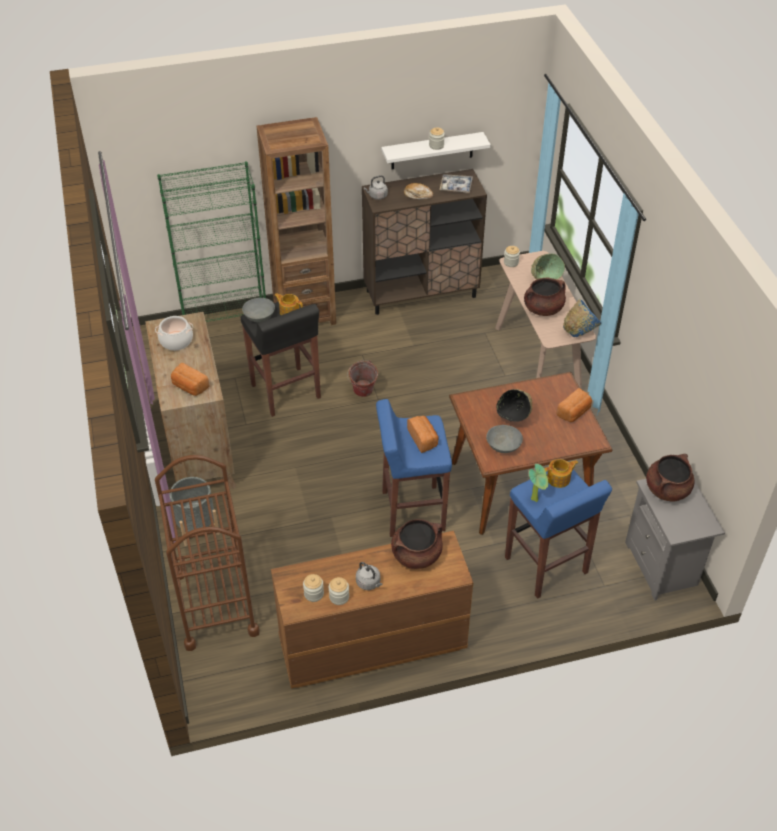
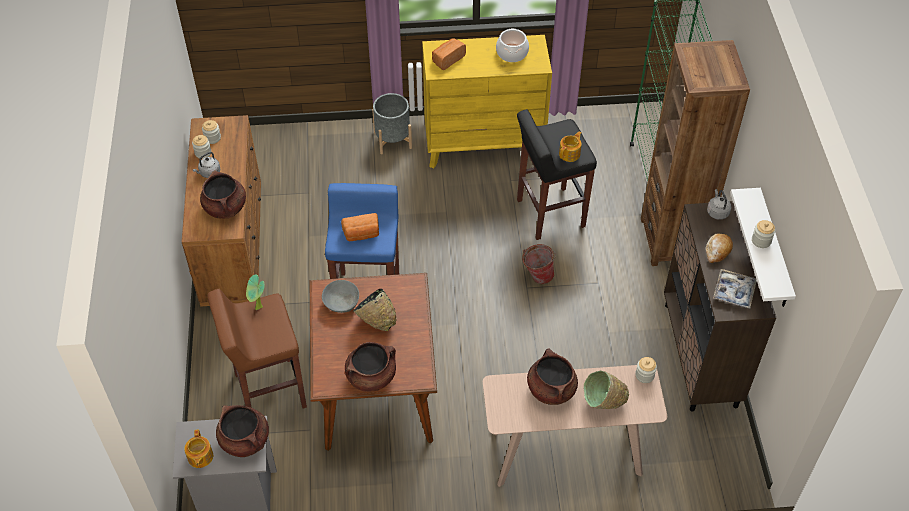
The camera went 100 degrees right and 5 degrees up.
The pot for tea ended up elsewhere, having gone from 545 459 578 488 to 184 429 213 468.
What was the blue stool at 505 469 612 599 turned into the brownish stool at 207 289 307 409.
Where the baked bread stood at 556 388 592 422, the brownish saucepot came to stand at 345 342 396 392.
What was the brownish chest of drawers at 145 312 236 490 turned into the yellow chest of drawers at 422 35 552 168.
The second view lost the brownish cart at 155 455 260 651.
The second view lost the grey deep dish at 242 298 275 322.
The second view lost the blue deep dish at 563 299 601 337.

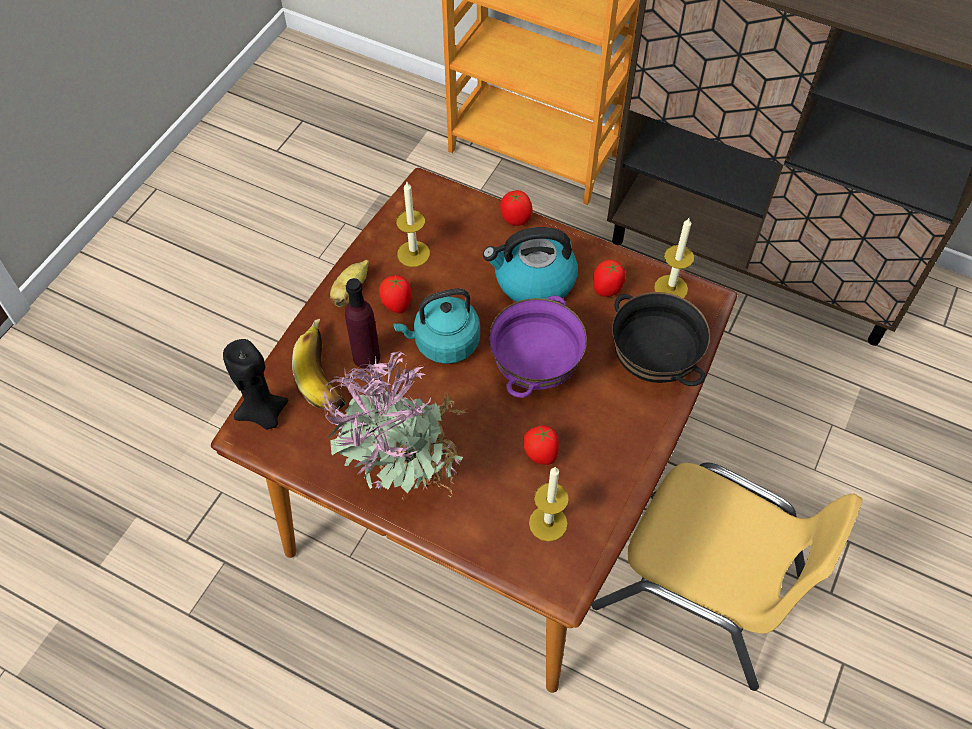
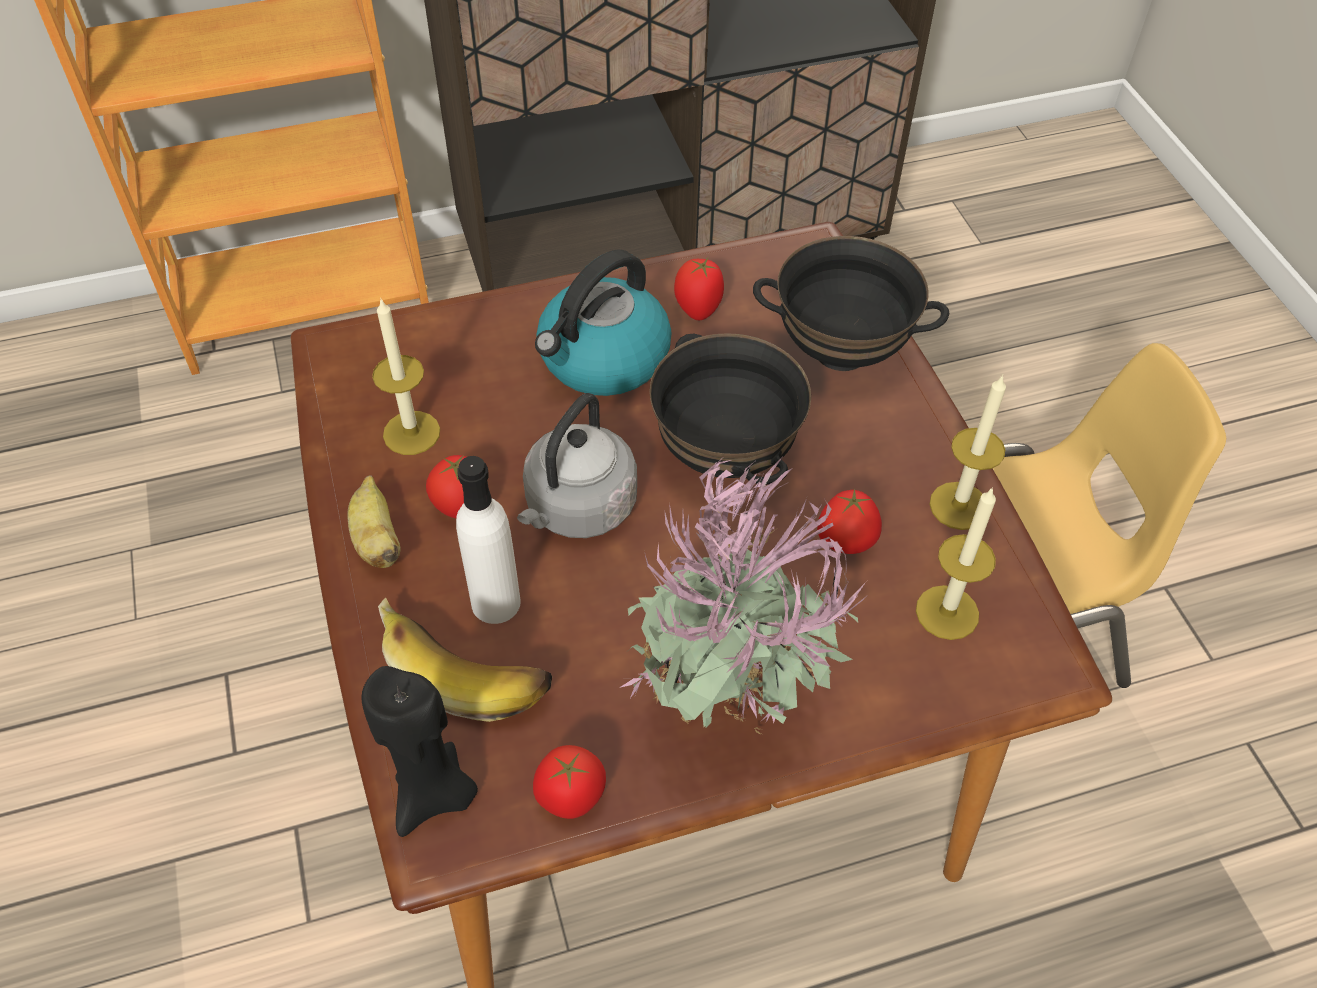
The camera went 45 degrees left and 5 degrees down.
What was the purplish drink bottle at 345 278 380 369 turned into the white drink bottle at 456 456 521 624.
What was the turquoise tea kettle at 393 288 480 364 turned into the grey tea kettle at 517 393 637 538.
The tomato ended up elsewhere, having gone from 500 190 533 226 to 533 745 606 819.
What was the purplish deep dish at 489 296 587 398 turned into the black-coloured deep dish at 650 333 811 485.
The wax candle ended up elsewhere, having gone from 654 218 694 298 to 929 375 1006 530.

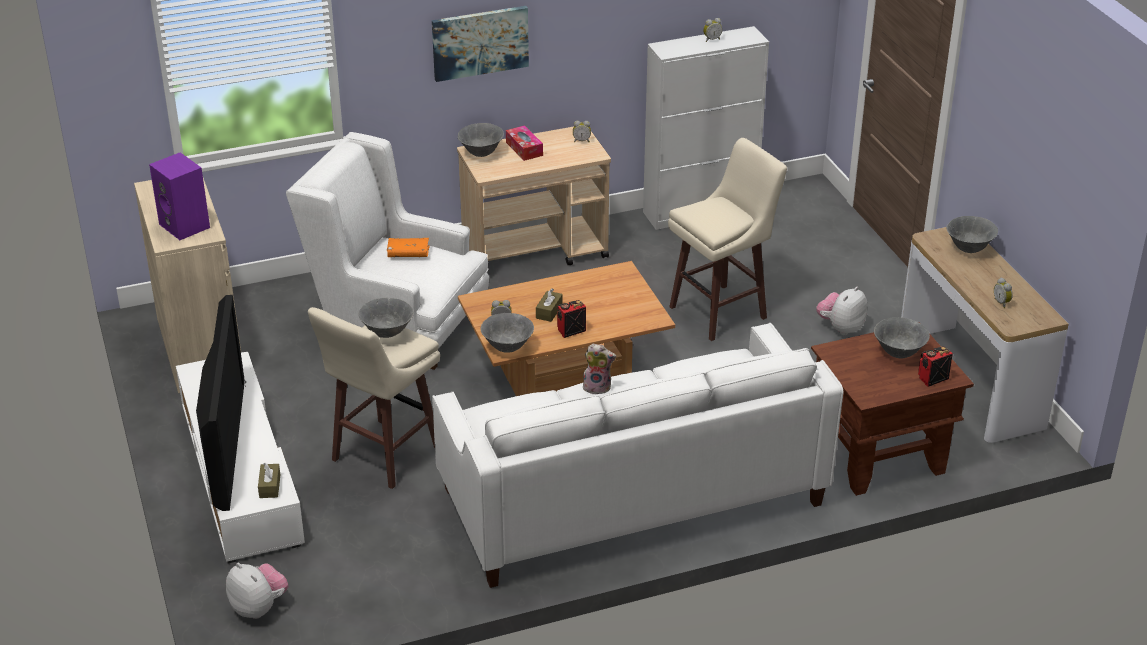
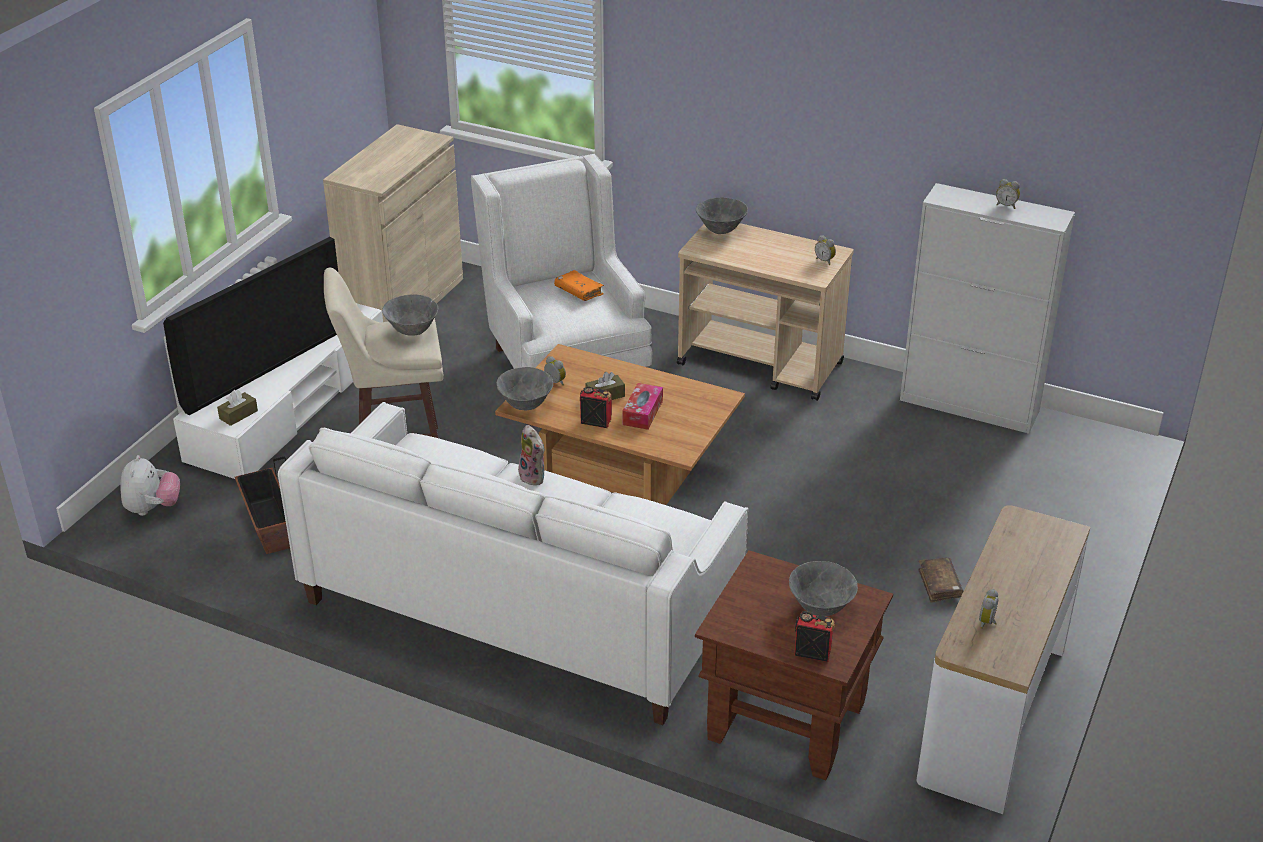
The camera went 45 degrees right and 0 degrees up.
The second view gained the plant pot at 235 457 290 554.
The tissue box ended up elsewhere, having gone from 506 125 543 161 to 622 383 663 430.
Where the cuddly toy stood at 816 287 868 335, the brownish book came to stand at 918 557 964 603.
The second view lost the purplish speaker at 149 152 210 240.
The second view lost the wall picture at 432 6 529 82.
The second view lost the beige-coloured stool at 668 138 787 341.
The second view lost the grey deep dish at 946 216 998 253.

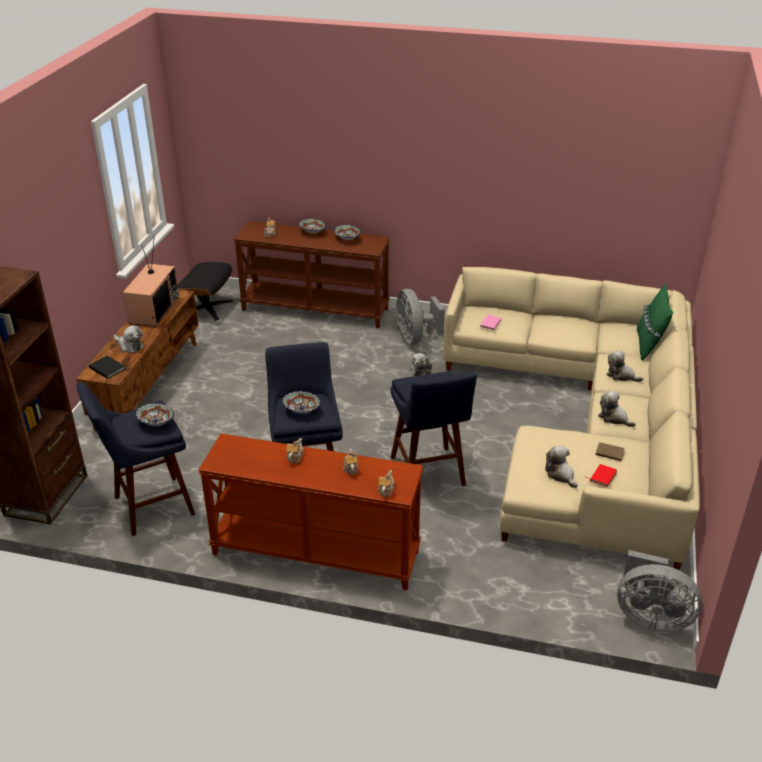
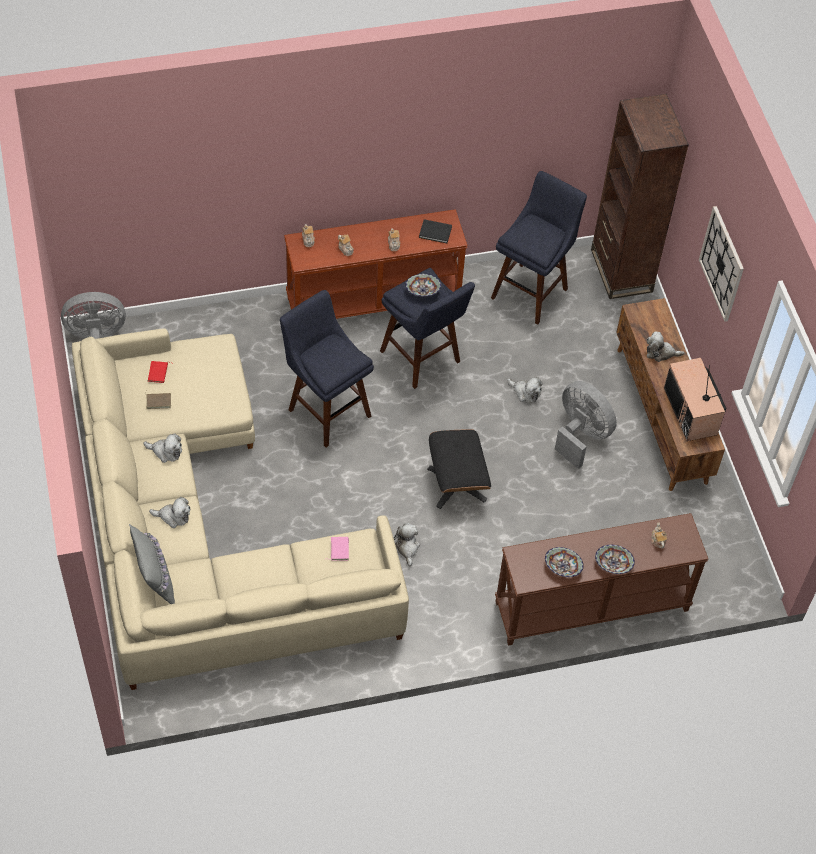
The camera went 150 degrees right and 20 degrees up.
What was the greenish throw pillow at 637 284 673 361 turned into the grey throw pillow at 129 524 175 604.
The black-coloured book ended up elsewhere, having gone from 89 356 125 379 to 419 219 452 243.
The black-coloured pouffe ended up elsewhere, having gone from 177 262 233 321 to 427 429 491 509.
The cuddly toy ended up elsewhere, having gone from 545 446 578 488 to 507 377 542 403.
The grey electric fan ended up elsewhere, having gone from 396 289 445 344 to 555 381 617 469.
The second view gained the clock on the wall at 699 206 744 322.
The second view lost the deep dish at 135 403 174 426.

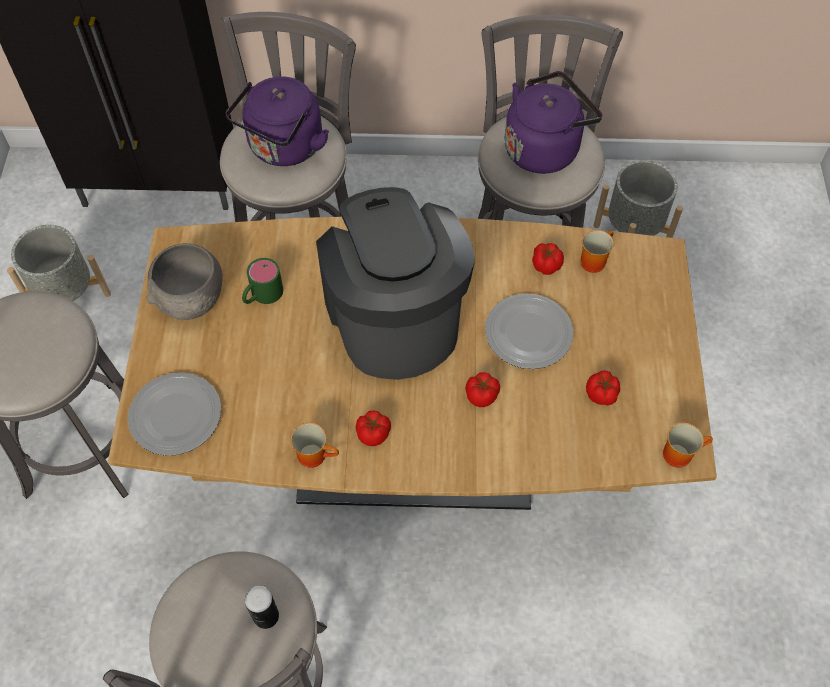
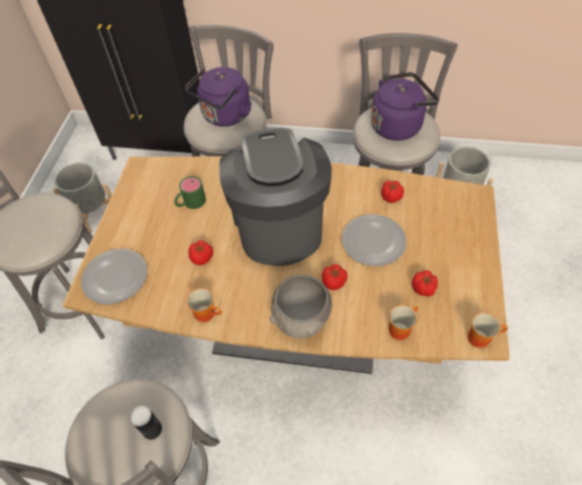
The camera went 10 degrees right and 5 degrees down.
The tomato ended up elsewhere, having gone from 355 410 391 446 to 188 240 213 265.
The grey deep dish ended up elsewhere, having gone from 146 243 223 320 to 270 275 332 338.
The mug ended up elsewhere, having gone from 580 230 614 273 to 389 305 418 340.

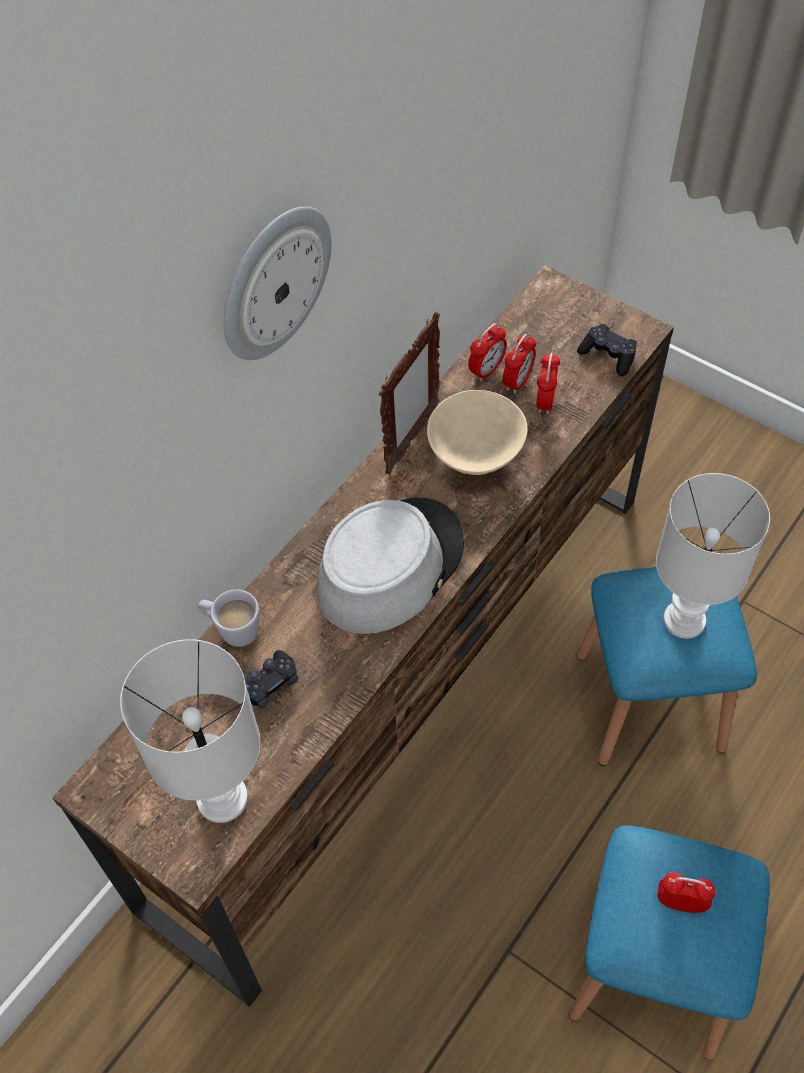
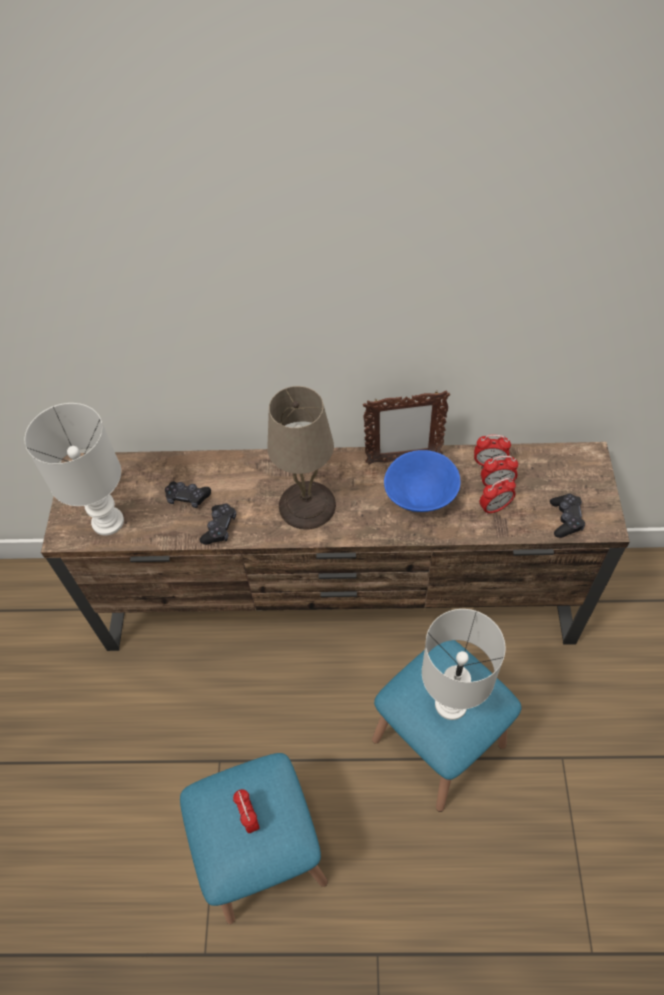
The camera went 55 degrees right and 0 degrees up.
The second view gained the black-coloured game controller at 200 503 236 545.
Where the grey wearable hat stood at 317 498 464 634, the beige-coloured tabletop lamp came to stand at 267 386 336 530.
What was the beige-coloured deep dish at 427 390 528 475 turned into the blue deep dish at 384 450 460 512.
The second view lost the white mug at 198 590 259 647.
The second view lost the clock on the wall at 224 206 331 360.

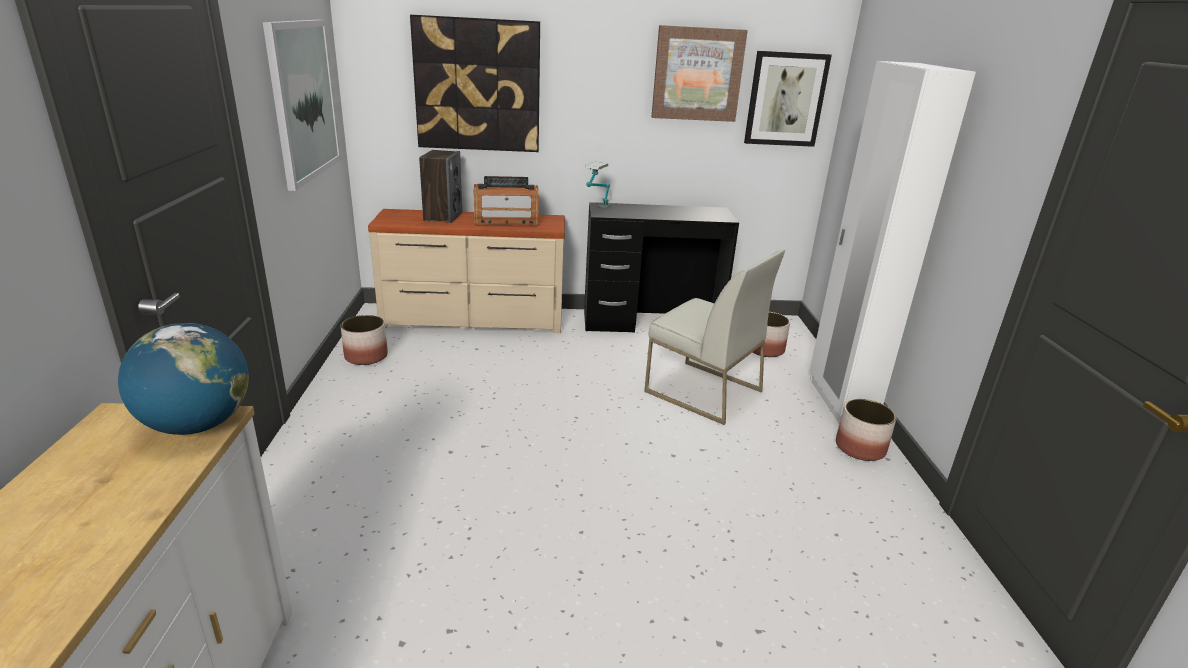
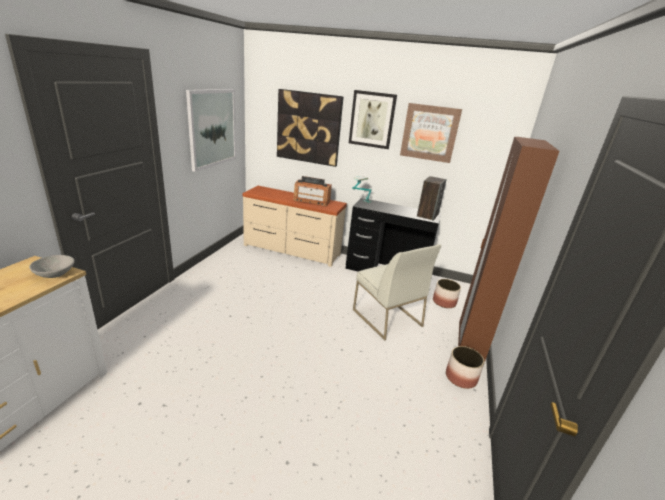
The camera went 20 degrees right and 0 degrees up.
Where the world globe stood at 118 323 249 435, the grey deep dish came to stand at 29 255 75 278.
The wall picture ended up elsewhere, having gone from 744 51 832 147 to 349 90 397 149.
The speaker ended up elsewhere, having gone from 419 150 462 223 to 417 176 447 221.
What was the white armoire at 810 61 976 424 turned into the brownish armoire at 458 137 559 363.
The second view lost the plant pot at 341 315 388 365.

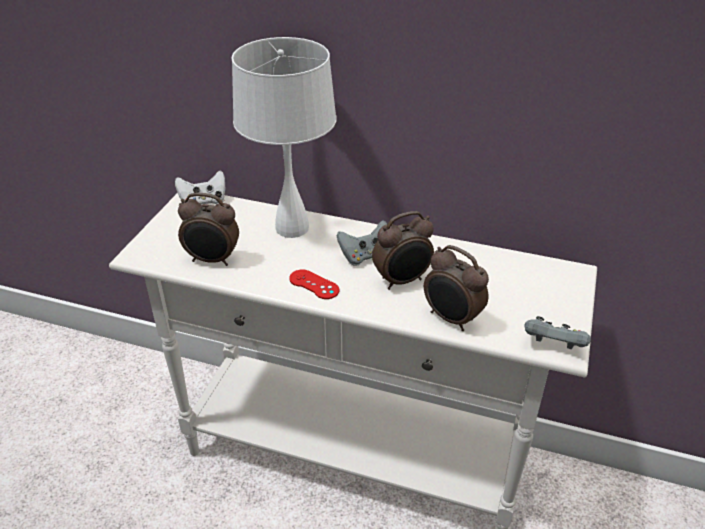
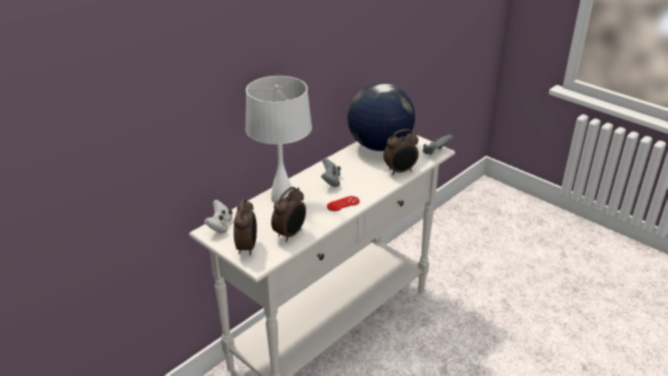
The camera went 65 degrees left and 5 degrees down.
The bedside clock ended up elsewhere, having gone from 372 211 434 290 to 234 198 257 256.
The second view gained the world globe at 347 83 415 151.

